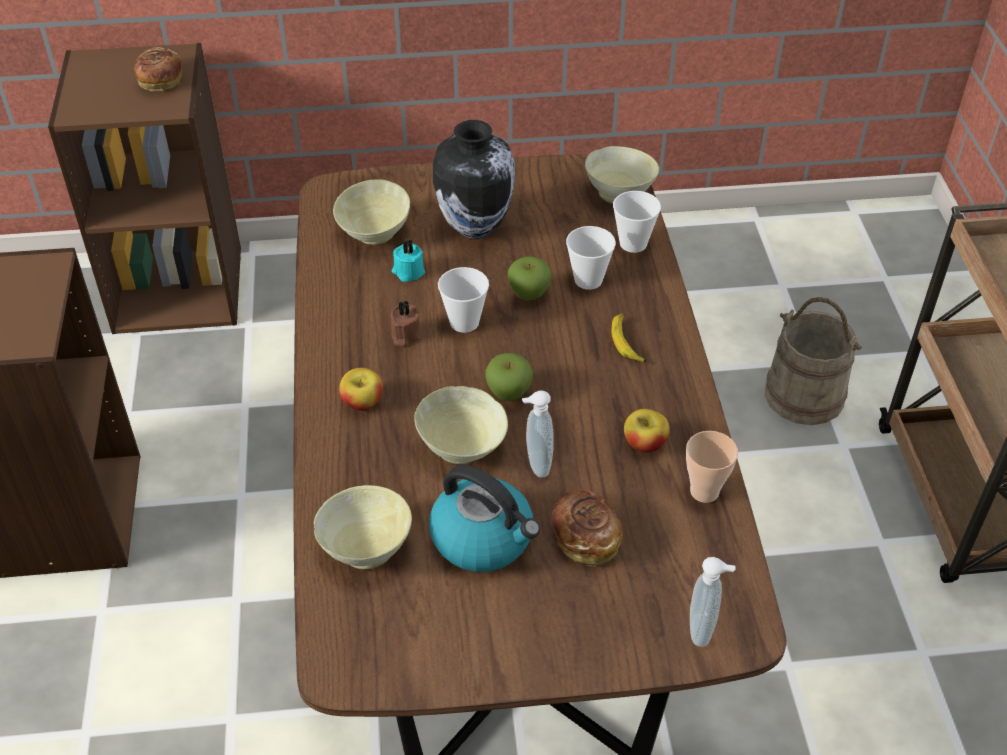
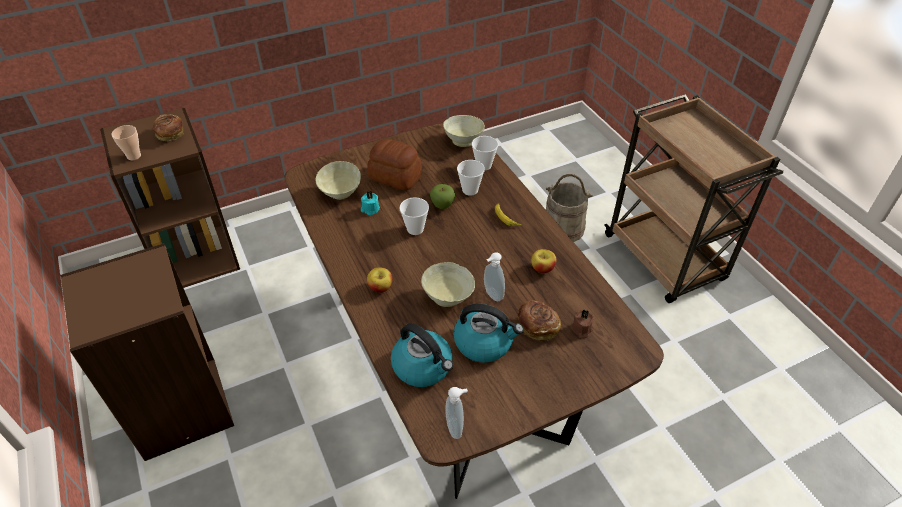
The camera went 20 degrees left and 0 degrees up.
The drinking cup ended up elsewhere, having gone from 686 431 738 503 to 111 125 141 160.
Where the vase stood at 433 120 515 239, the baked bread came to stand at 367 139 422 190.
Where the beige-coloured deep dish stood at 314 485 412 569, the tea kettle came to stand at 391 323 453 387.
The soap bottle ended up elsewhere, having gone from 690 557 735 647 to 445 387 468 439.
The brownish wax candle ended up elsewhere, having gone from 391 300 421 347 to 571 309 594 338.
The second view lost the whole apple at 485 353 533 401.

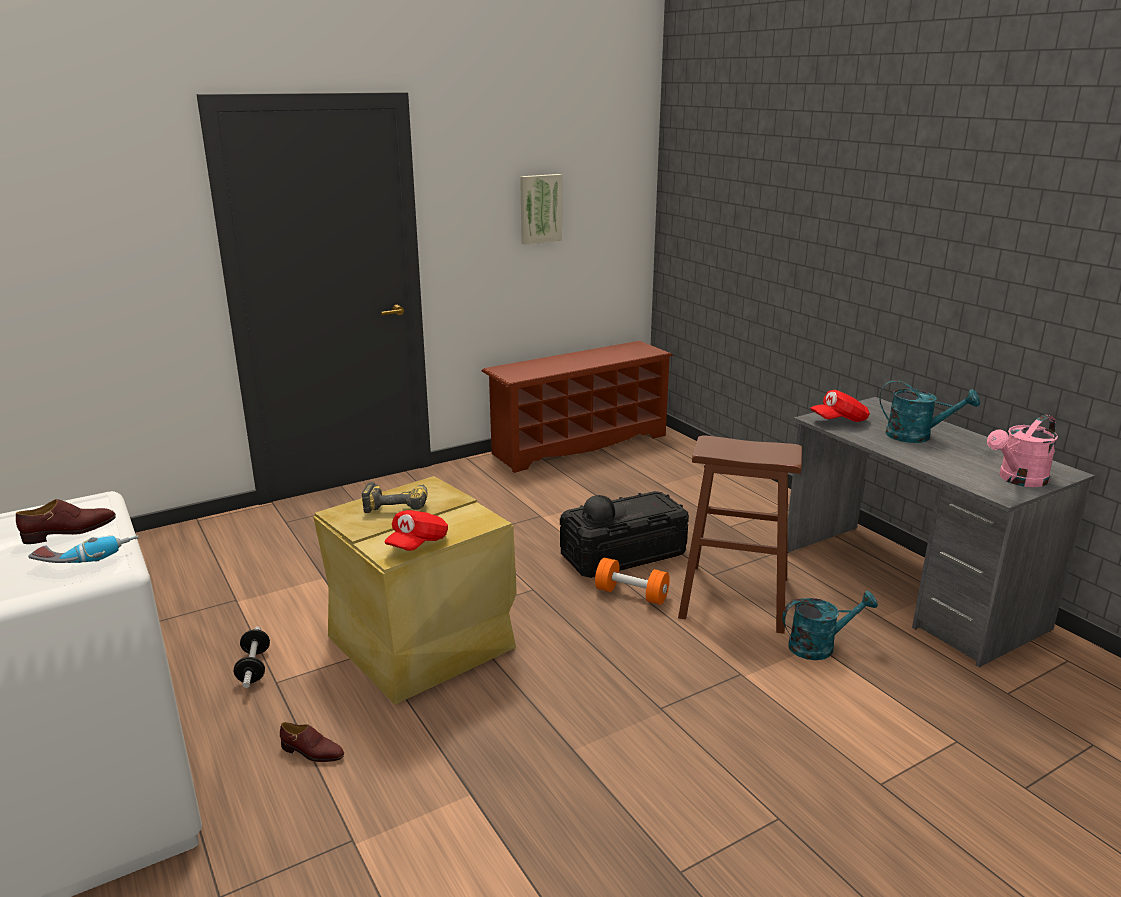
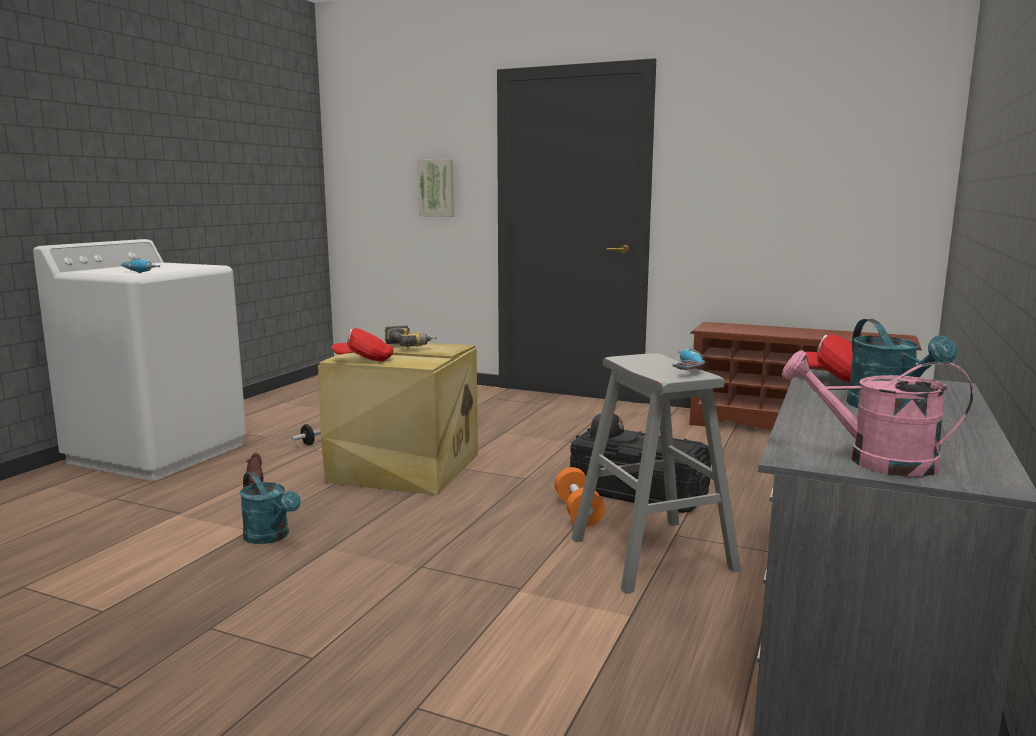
The camera went 55 degrees right and 10 degrees down.
The turquoise sprinkling can ended up elsewhere, having gone from 783 591 878 660 to 240 472 301 544.
The wall picture ended up elsewhere, having gone from 520 174 562 245 to 417 159 454 217.
What was the brownish stool at 678 435 802 634 turned into the grey stool at 571 353 741 593.
The second view gained the drill at 672 348 705 370.
The second view lost the brownish item of footwear at 16 499 116 544.

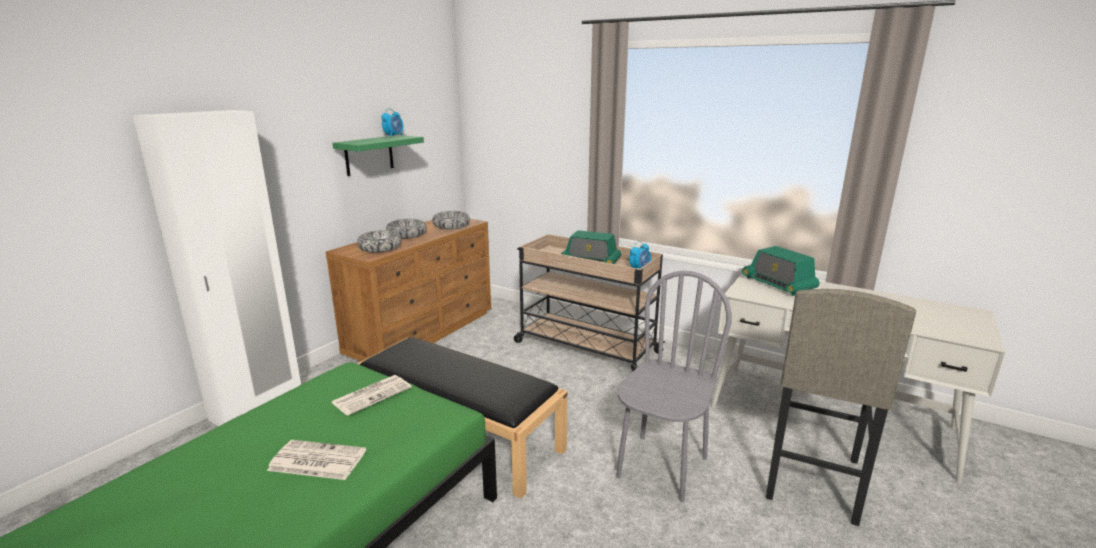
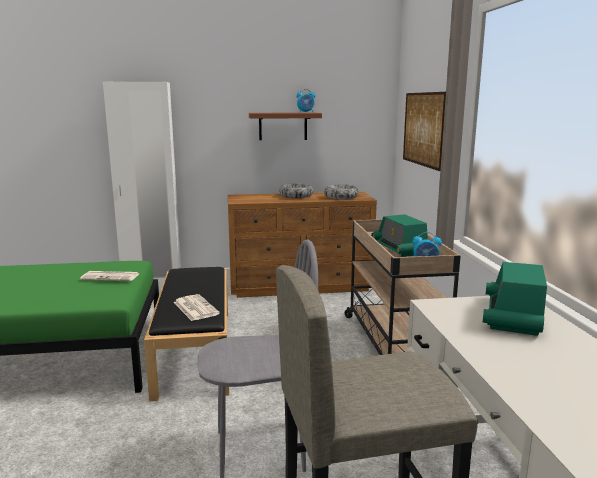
The camera went 50 degrees right and 5 degrees down.
The newspaper ended up elsewhere, having gone from 267 440 366 480 to 173 294 220 321.
What was the greenish wall shelf at 333 135 424 176 turned into the brownish wall shelf at 249 112 322 140.
The second view gained the wall picture at 403 92 446 171.
The second view lost the deep dish at 357 230 402 253.

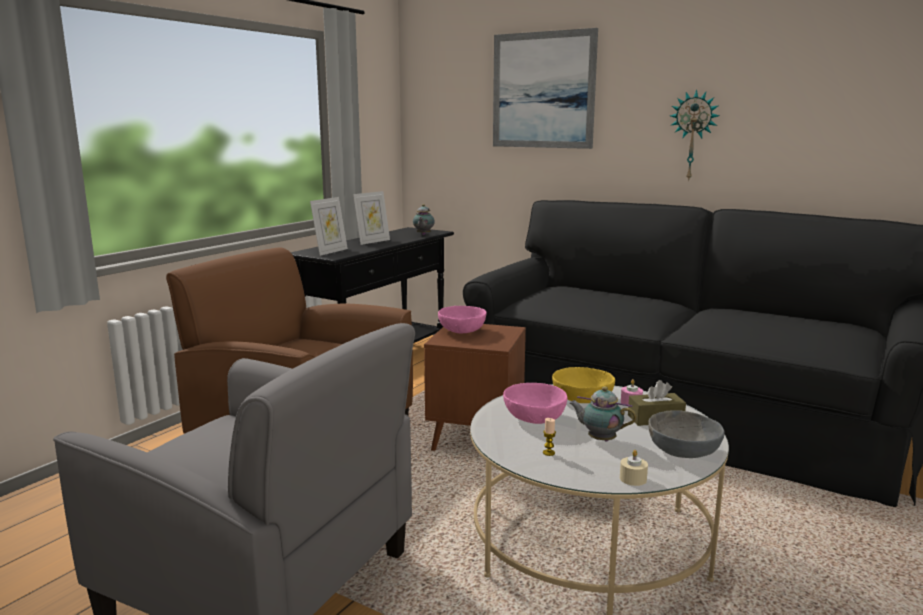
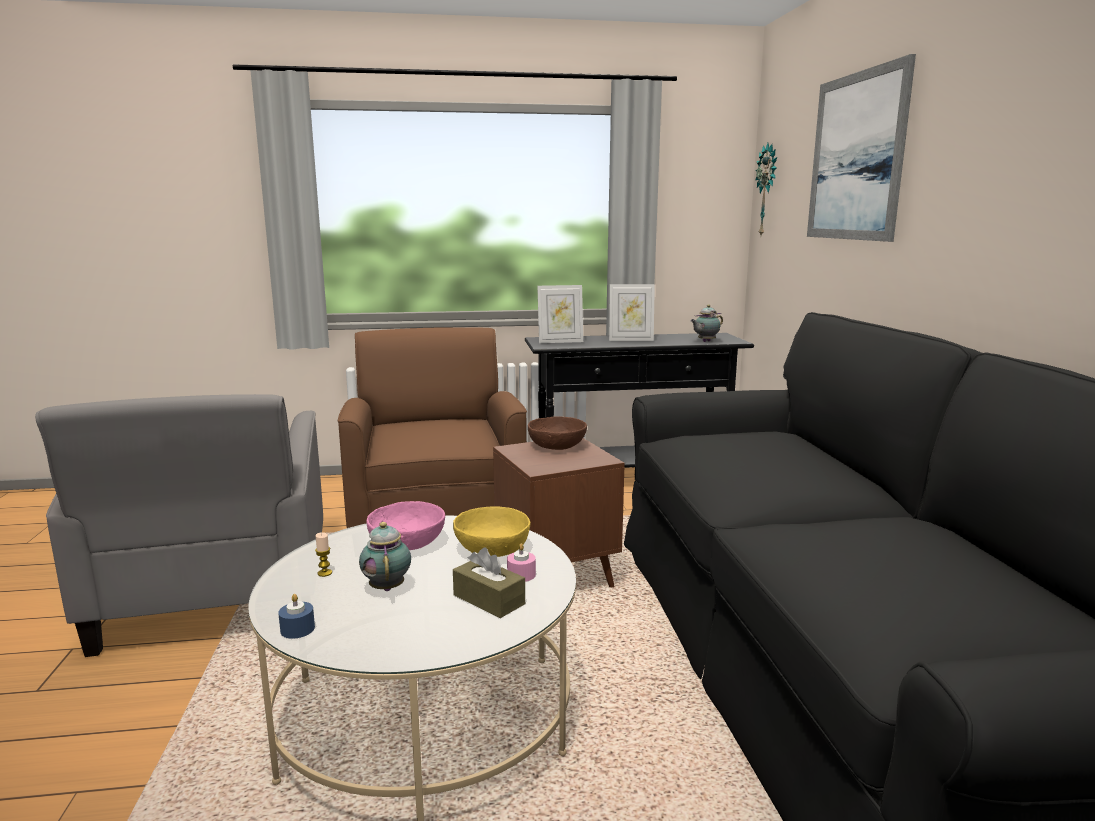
The camera went 50 degrees right and 0 degrees up.
What was the beige-coloured wax candle at 620 450 648 486 turned into the blue wax candle at 278 594 315 639.
What was the pink-coloured deep dish at 438 306 487 333 turned into the brownish deep dish at 528 416 587 450.
The clock on the wall ended up elsewhere, having gone from 670 89 720 182 to 755 143 777 235.
The second view lost the grey deep dish at 648 410 724 458.

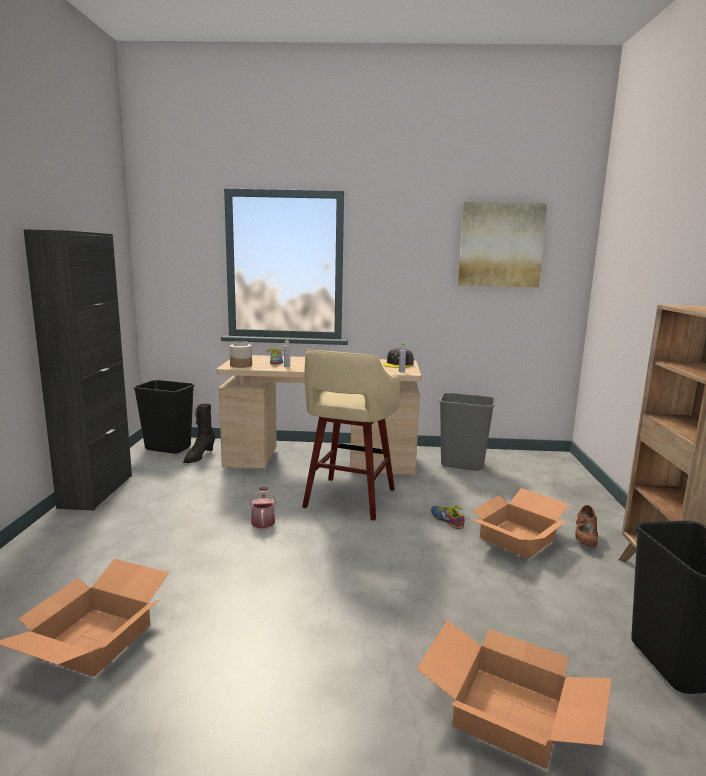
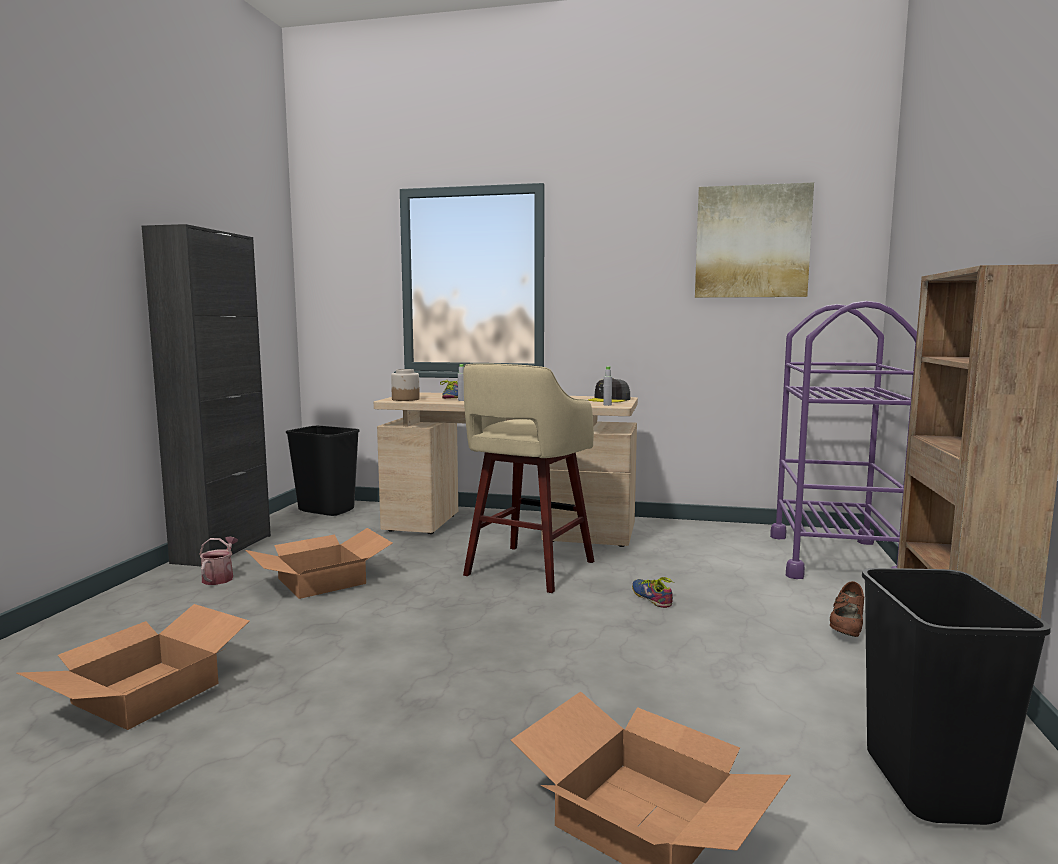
The camera went 10 degrees right and 5 degrees down.
The sprinkling can ended up elsewhere, having gone from 250 487 276 528 to 199 536 238 585.
The carton ended up elsewhere, having gone from 470 488 569 559 to 246 528 392 599.
The second view gained the purplish cart at 770 301 917 579.
The second view lost the black-coloured boot at 183 404 215 463.
The second view lost the grey rubbish bin at 439 393 495 470.

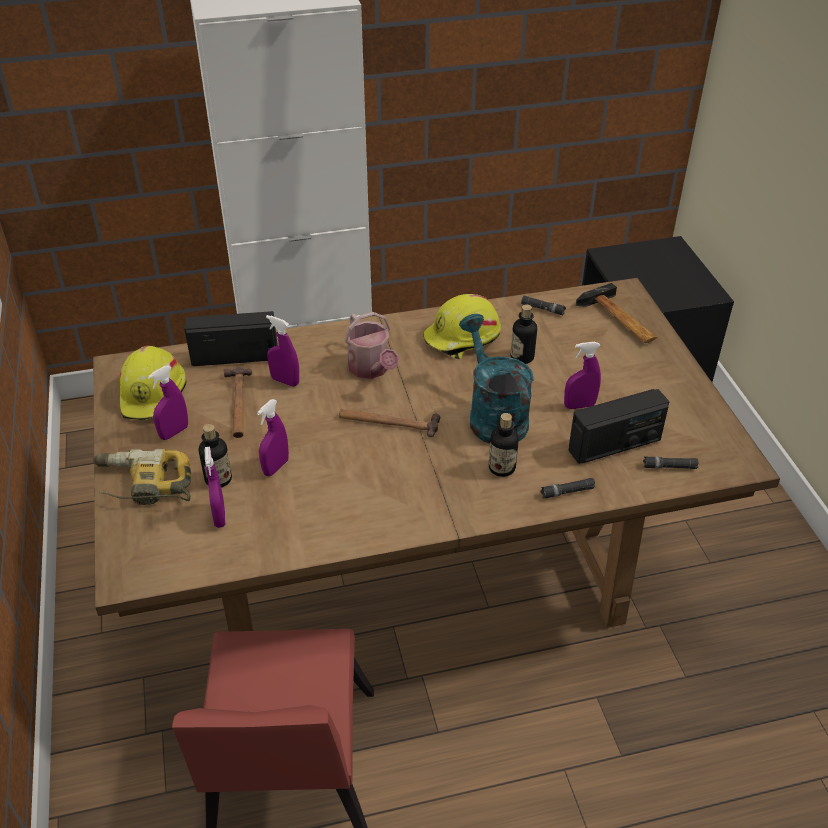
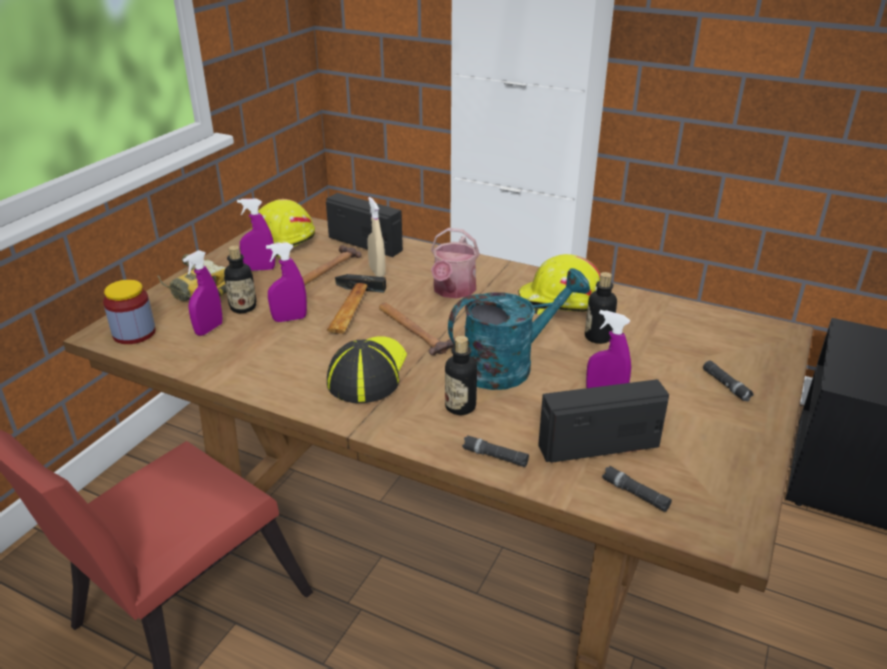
The camera went 40 degrees right and 10 degrees down.
The second view gained the jar at 103 280 156 344.
The tool hammer ended up elsewhere, having gone from 576 283 657 343 to 327 274 386 334.
The second view gained the peaked cap at 327 336 407 403.
What was the purplish spray bottle at 266 315 299 387 turned into the beige-coloured spray bottle at 367 197 386 277.
The turquoise sprinkling can at 459 314 533 444 ended up facing another way, 45 degrees clockwise from before.
The radio set at 569 389 669 464 ended up facing another way, 150 degrees clockwise from before.
The black-coloured torch ended up elsewhere, having gone from 521 296 566 315 to 703 360 754 402.

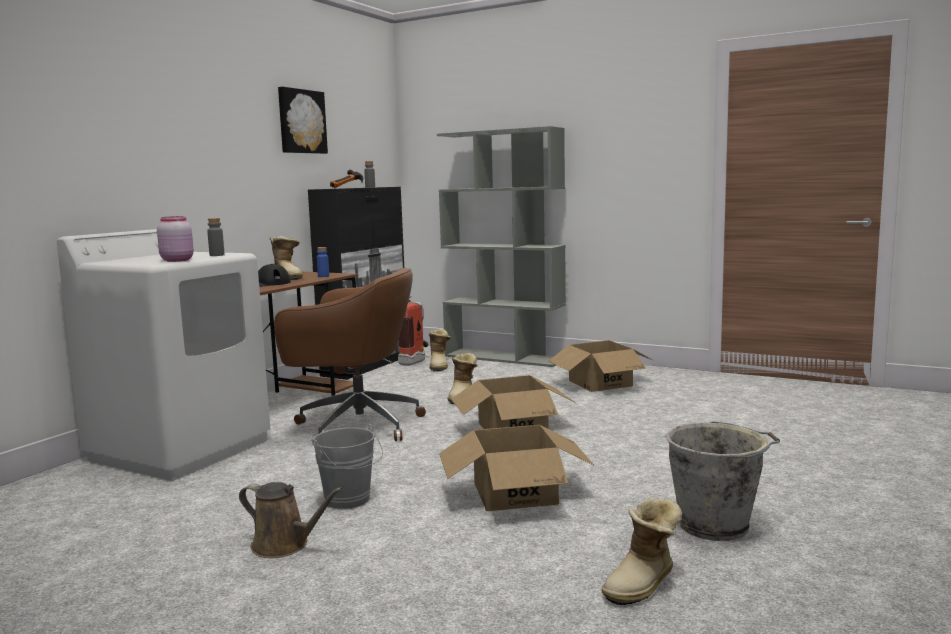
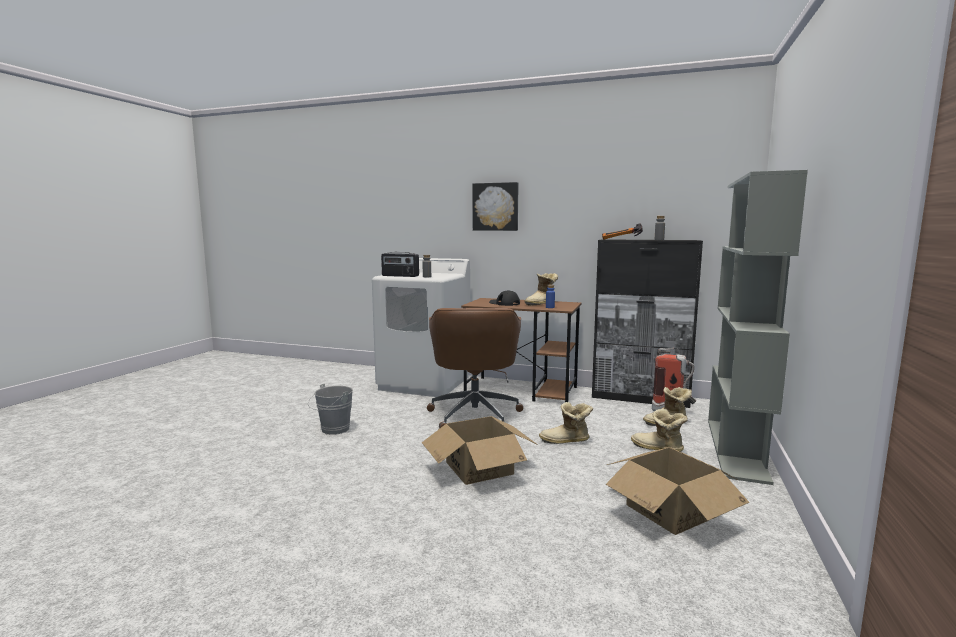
The camera went 80 degrees right and 0 degrees up.
Where the pink-coloured jar stood at 157 216 194 262, the radio set came to stand at 381 252 419 277.
The wall picture ended up elsewhere, having gone from 278 87 328 154 to 473 182 519 231.
The boot ended up elsewhere, having gone from 601 498 682 605 to 631 409 688 452.
The second view lost the brownish sprinkling can at 239 482 343 558.
The second view lost the carton at 439 425 594 511.
The second view lost the grey water bucket at 665 422 780 541.

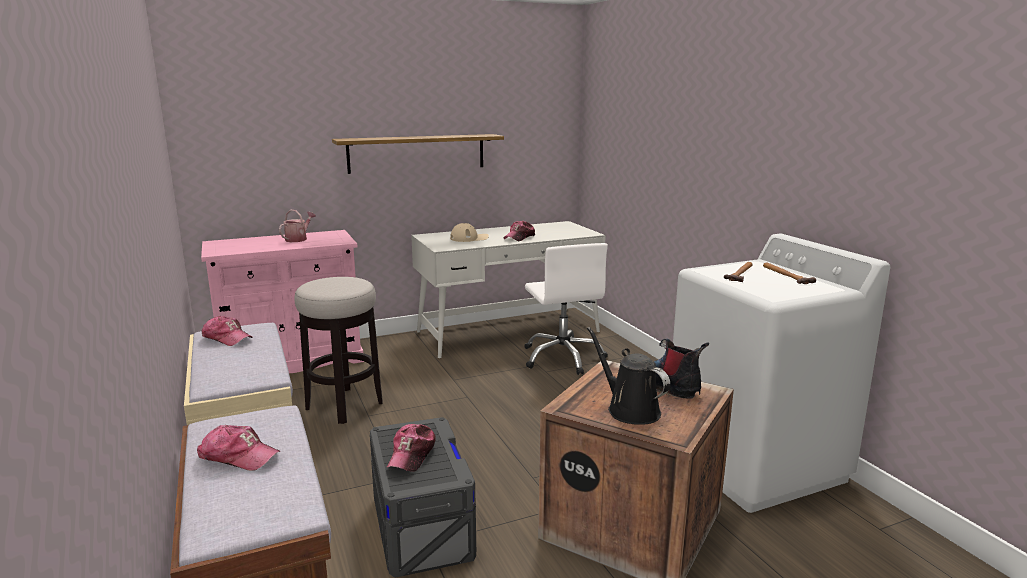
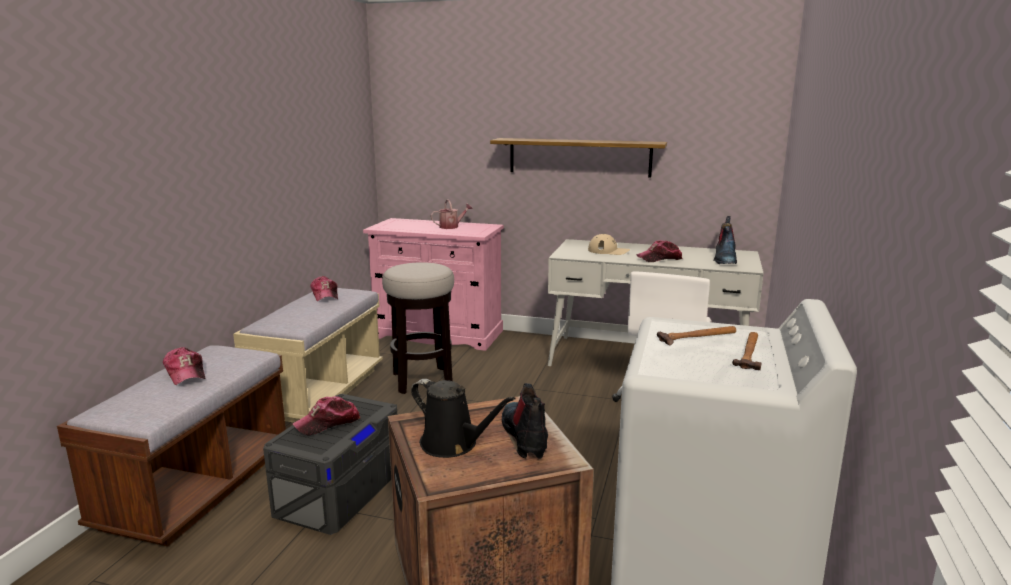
The camera went 40 degrees right and 0 degrees up.
The black-coloured sprinkling can at 587 327 670 425 ended up facing another way, 120 degrees clockwise from before.
The second view gained the boot at 714 216 737 264.

